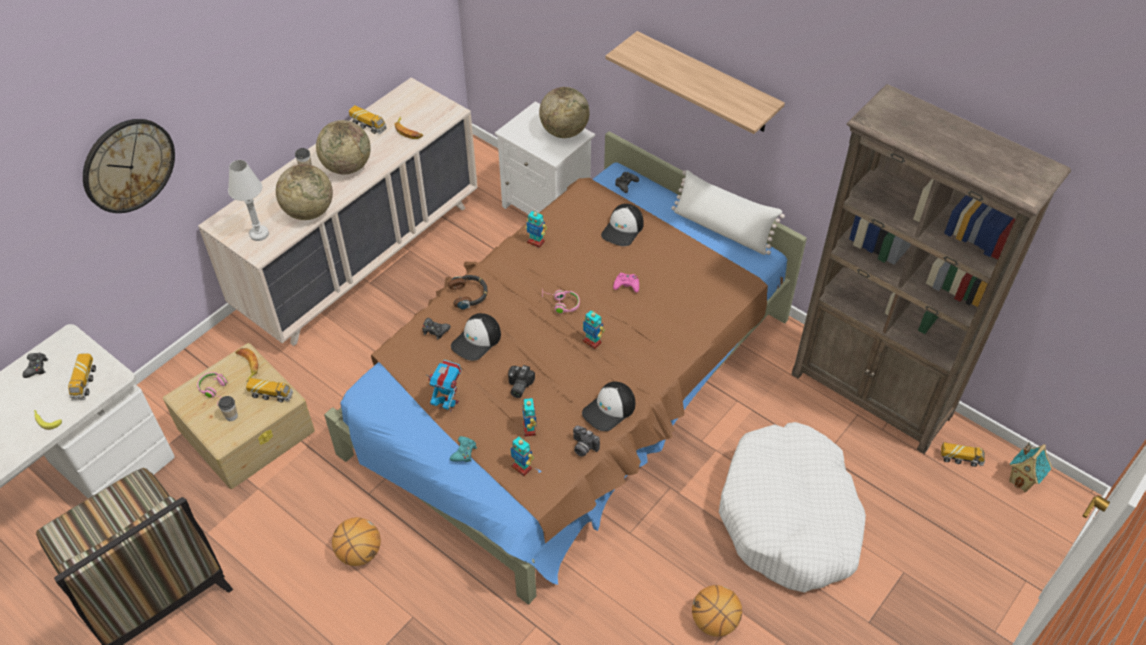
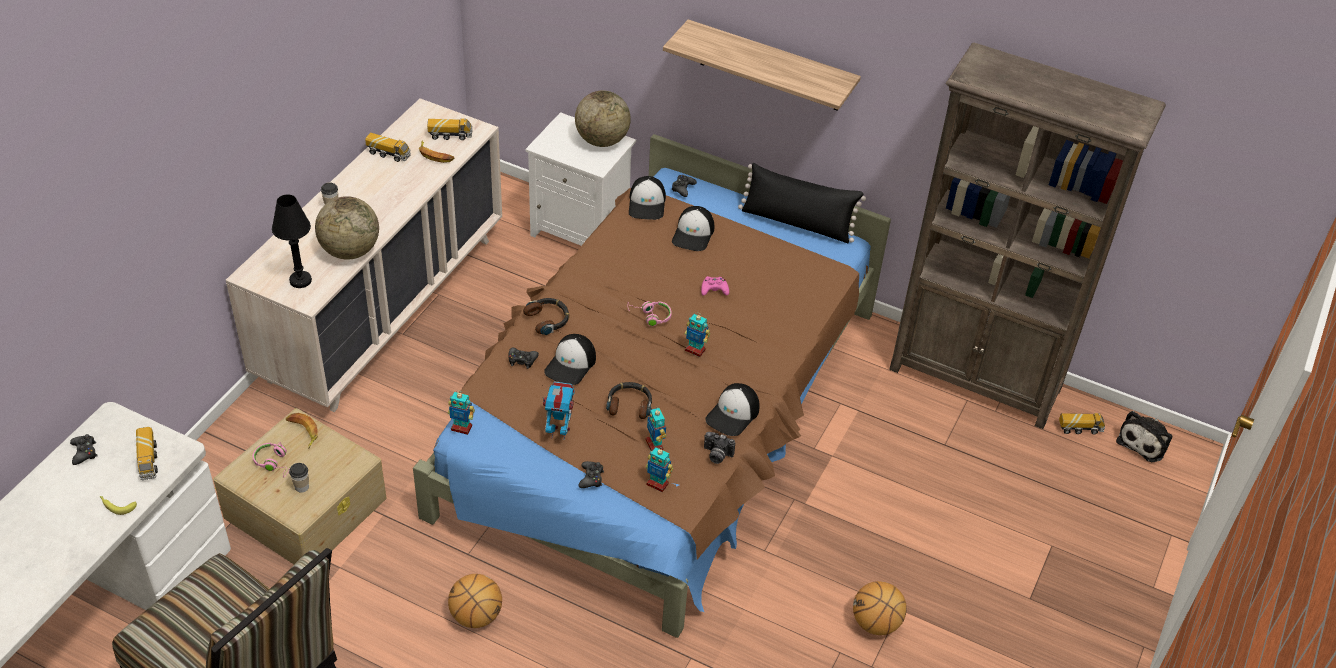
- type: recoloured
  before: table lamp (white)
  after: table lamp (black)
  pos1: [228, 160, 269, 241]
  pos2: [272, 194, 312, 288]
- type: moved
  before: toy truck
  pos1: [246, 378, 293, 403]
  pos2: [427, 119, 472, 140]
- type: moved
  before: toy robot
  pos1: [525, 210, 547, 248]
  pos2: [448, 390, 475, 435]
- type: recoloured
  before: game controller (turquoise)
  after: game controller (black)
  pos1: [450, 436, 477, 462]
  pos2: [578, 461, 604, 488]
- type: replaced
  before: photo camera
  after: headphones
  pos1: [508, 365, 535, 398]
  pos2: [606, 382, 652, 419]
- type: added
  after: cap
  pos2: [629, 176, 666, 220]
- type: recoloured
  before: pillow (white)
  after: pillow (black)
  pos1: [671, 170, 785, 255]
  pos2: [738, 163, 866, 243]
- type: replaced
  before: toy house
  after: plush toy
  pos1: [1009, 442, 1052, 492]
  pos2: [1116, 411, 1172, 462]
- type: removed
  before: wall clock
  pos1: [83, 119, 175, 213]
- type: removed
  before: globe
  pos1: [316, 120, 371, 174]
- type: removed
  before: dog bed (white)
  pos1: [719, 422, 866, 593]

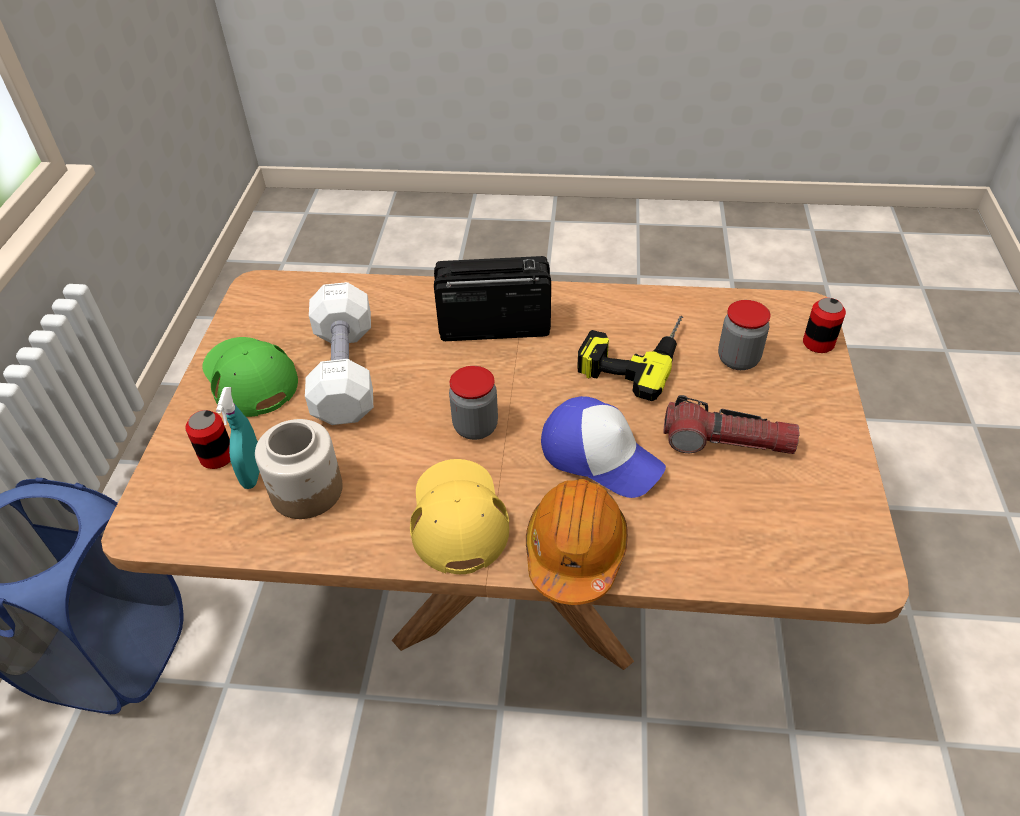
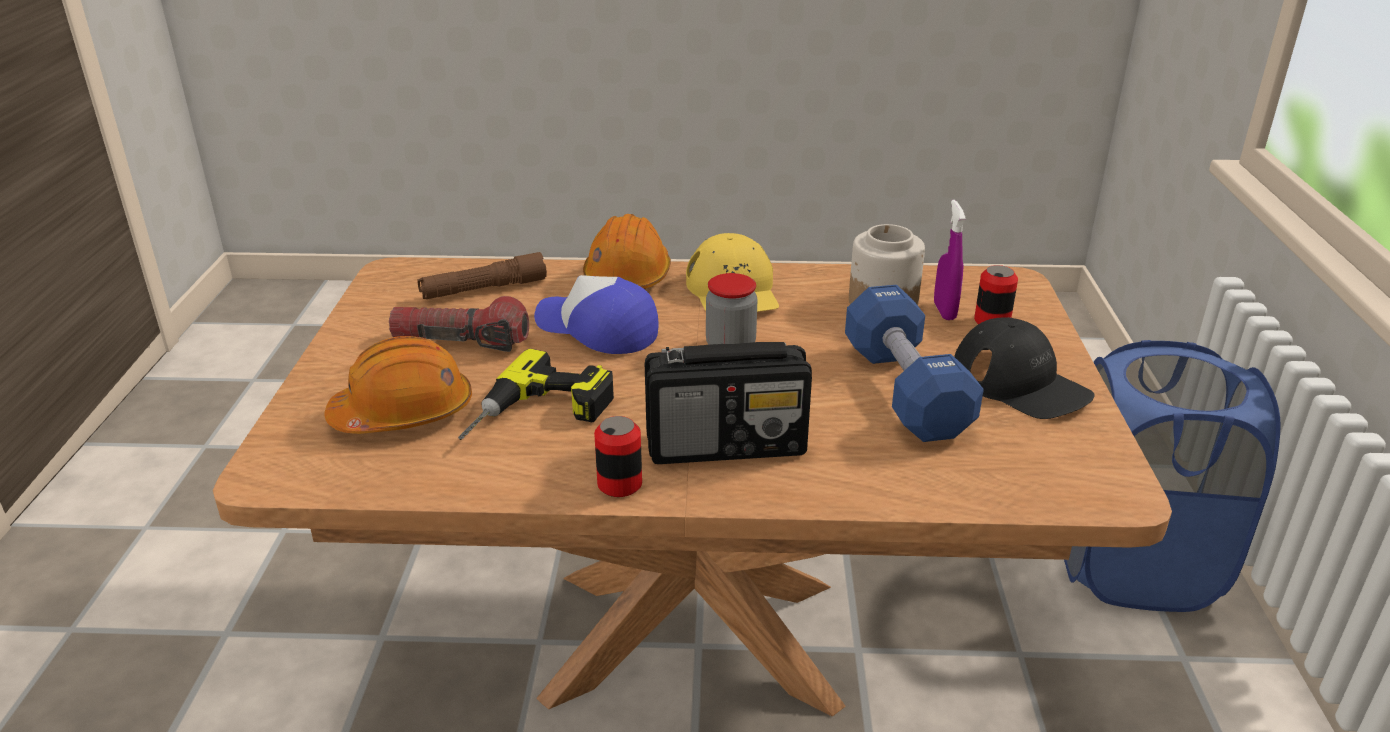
- type: replaced
  before: jar
  after: hard hat (orange)
  pos1: [718, 300, 771, 370]
  pos2: [324, 336, 472, 434]
- type: added
  after: flashlight (brown)
  pos2: [417, 252, 547, 299]
- type: moved
  before: can
  pos1: [803, 298, 846, 353]
  pos2: [594, 416, 642, 497]
- type: recoloured
  before: dumbbell (white)
  after: dumbbell (blue)
  pos1: [305, 282, 373, 425]
  pos2: [845, 285, 984, 442]
- type: recoloured
  before: spray bottle (turquoise)
  after: spray bottle (purple)
  pos1: [216, 387, 260, 489]
  pos2: [934, 200, 966, 320]
- type: recoloured
  before: cap (green)
  after: cap (black)
  pos1: [202, 337, 298, 417]
  pos2: [954, 317, 1095, 419]

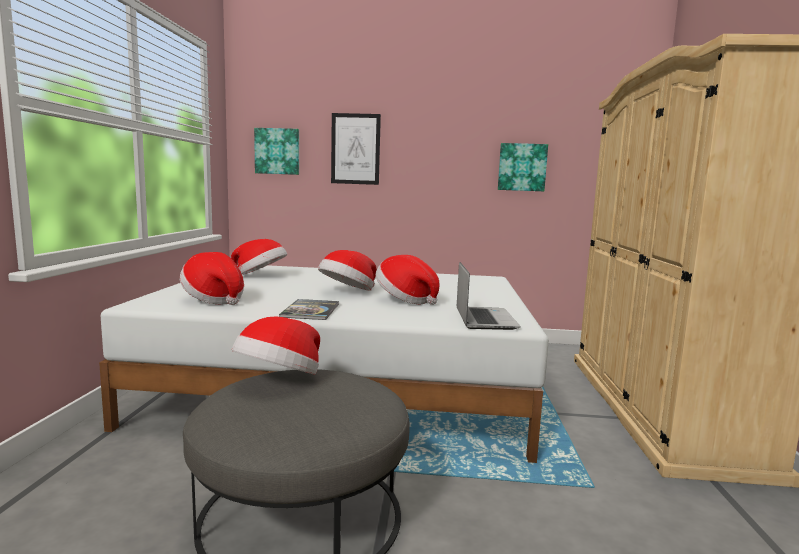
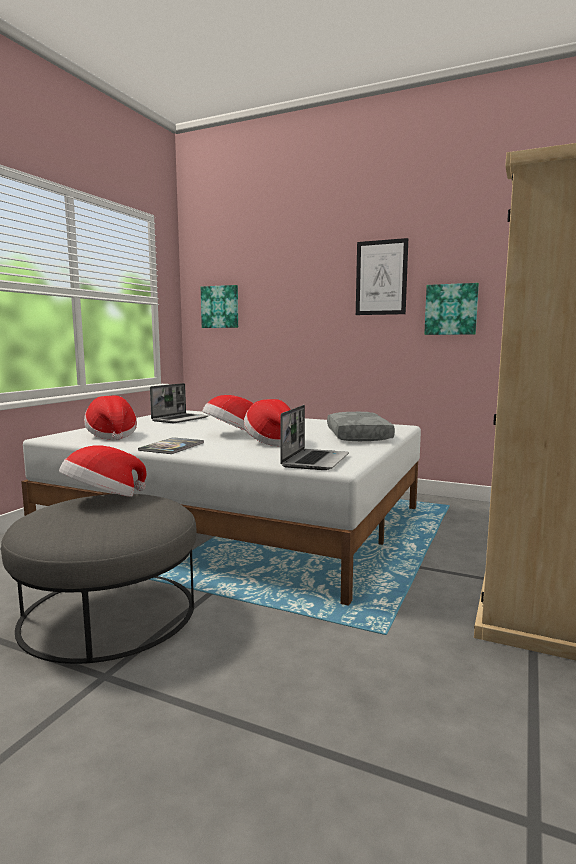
- type: replaced
  before: hat
  after: laptop
  pos1: [231, 239, 287, 275]
  pos2: [150, 383, 209, 423]
- type: added
  after: pillow (grey)
  pos2: [327, 412, 395, 441]
- type: moved
  before: picture
  pos1: [331, 113, 381, 185]
  pos2: [356, 238, 408, 315]

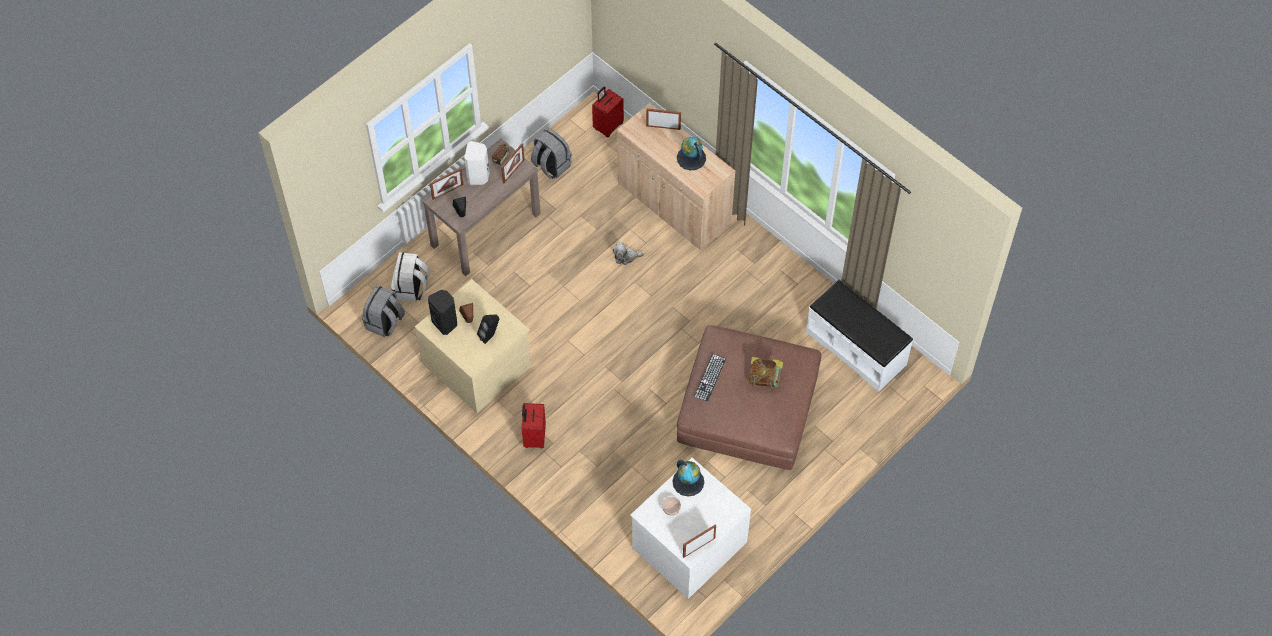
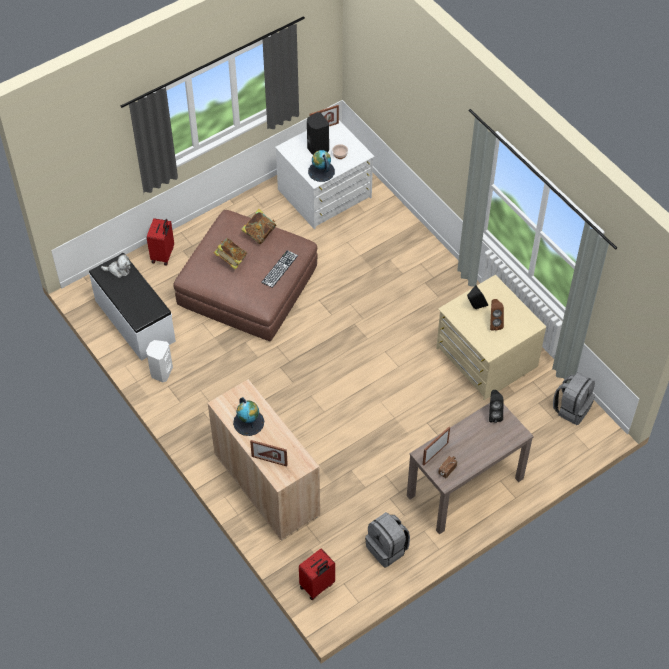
- type: moved
  before: plush toy
  pos1: [613, 242, 645, 265]
  pos2: [101, 254, 131, 278]
- type: moved
  before: speaker (white)
  pos1: [464, 141, 489, 185]
  pos2: [146, 340, 173, 382]
- type: moved
  before: suitcase (red)
  pos1: [522, 403, 546, 448]
  pos2: [147, 218, 174, 266]
- type: added
  after: book
  pos2: [241, 209, 276, 244]
- type: moved
  before: speaker (black)
  pos1: [428, 290, 457, 335]
  pos2: [307, 112, 329, 154]
- type: removed
  before: backpack (white)
  pos1: [391, 253, 430, 302]
- type: removed
  before: picture frame
  pos1: [430, 168, 463, 200]

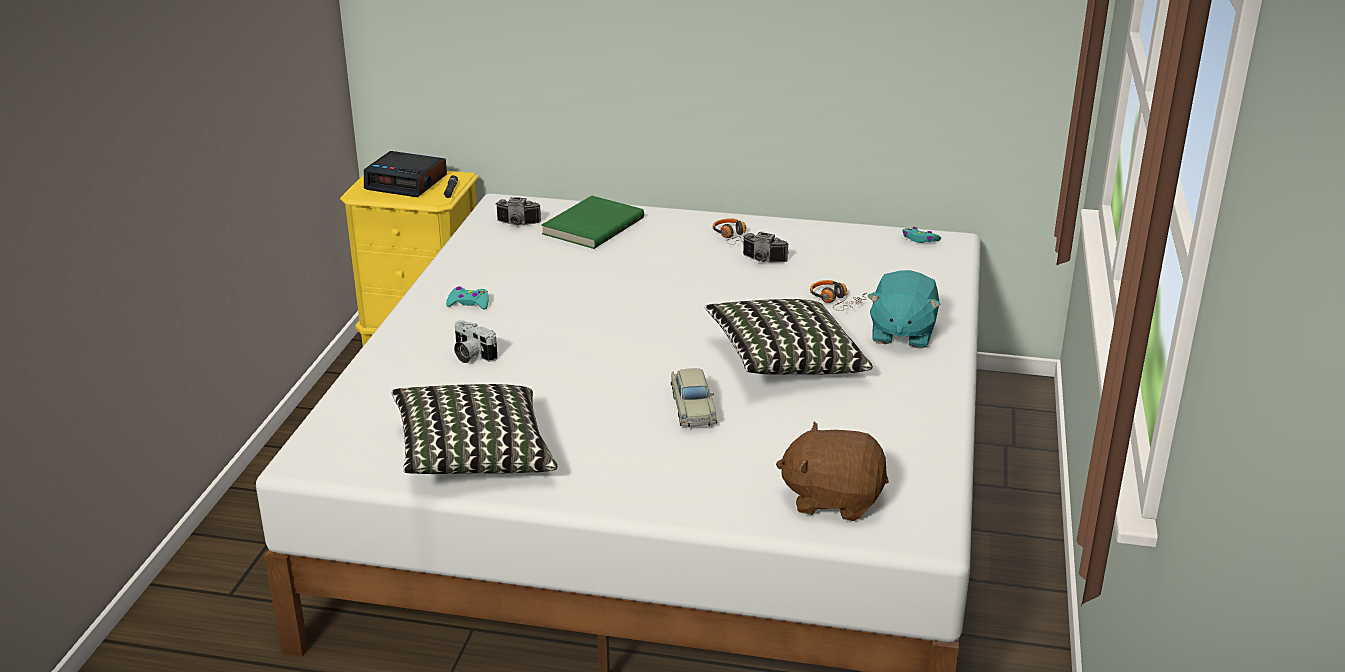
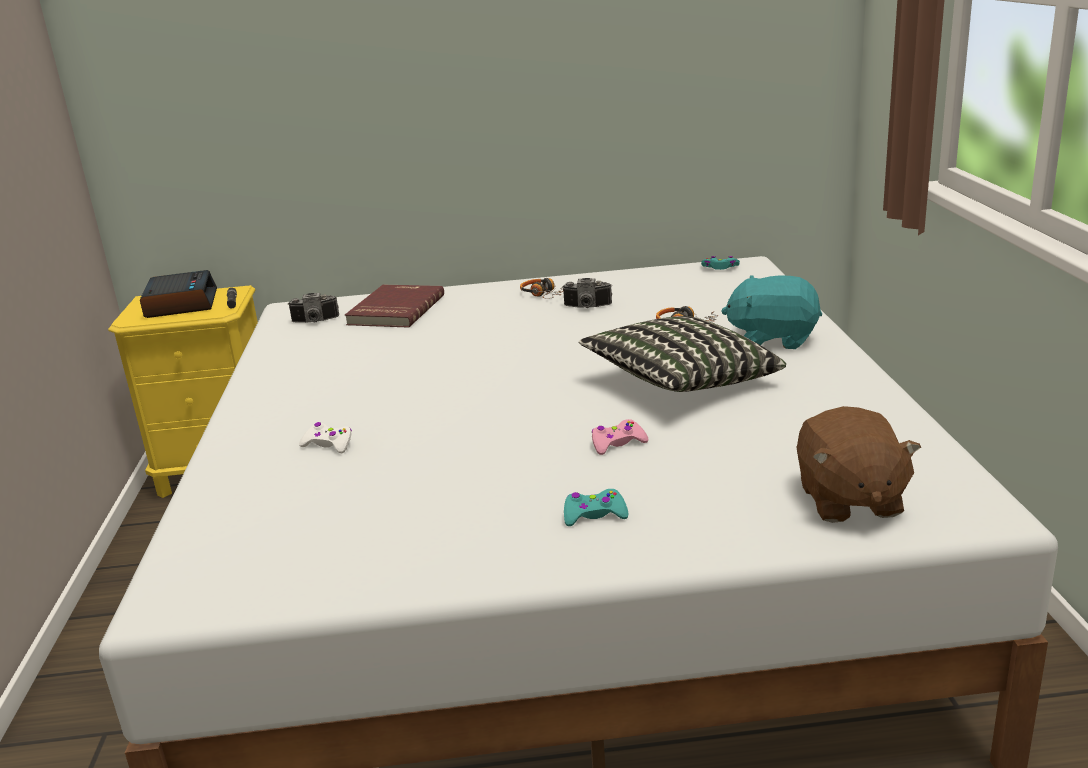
- type: turned
  before: alarm clock
  pos1: [364, 151, 447, 197]
  pos2: [140, 270, 217, 318]
  turn: -105
- type: replaced
  before: photo camera
  after: game controller (white)
  pos1: [454, 320, 498, 363]
  pos2: [299, 422, 352, 453]
- type: recoloured
  before: book (green)
  after: book (red)
  pos1: [542, 196, 644, 249]
  pos2: [345, 285, 444, 328]
- type: moved
  before: game controller (turquoise)
  pos1: [446, 286, 489, 309]
  pos2: [564, 489, 629, 526]
- type: replaced
  before: toy car (beige)
  after: game controller (pink)
  pos1: [671, 368, 717, 427]
  pos2: [592, 419, 649, 455]
- type: turned
  before: plush toy (turquoise)
  pos1: [867, 270, 941, 349]
  pos2: [722, 275, 822, 349]
  turn: 105
- type: turned
  before: plush toy (brown)
  pos1: [776, 421, 889, 521]
  pos2: [796, 406, 921, 523]
  turn: -90
- type: removed
  before: pillow
  pos1: [391, 384, 557, 474]

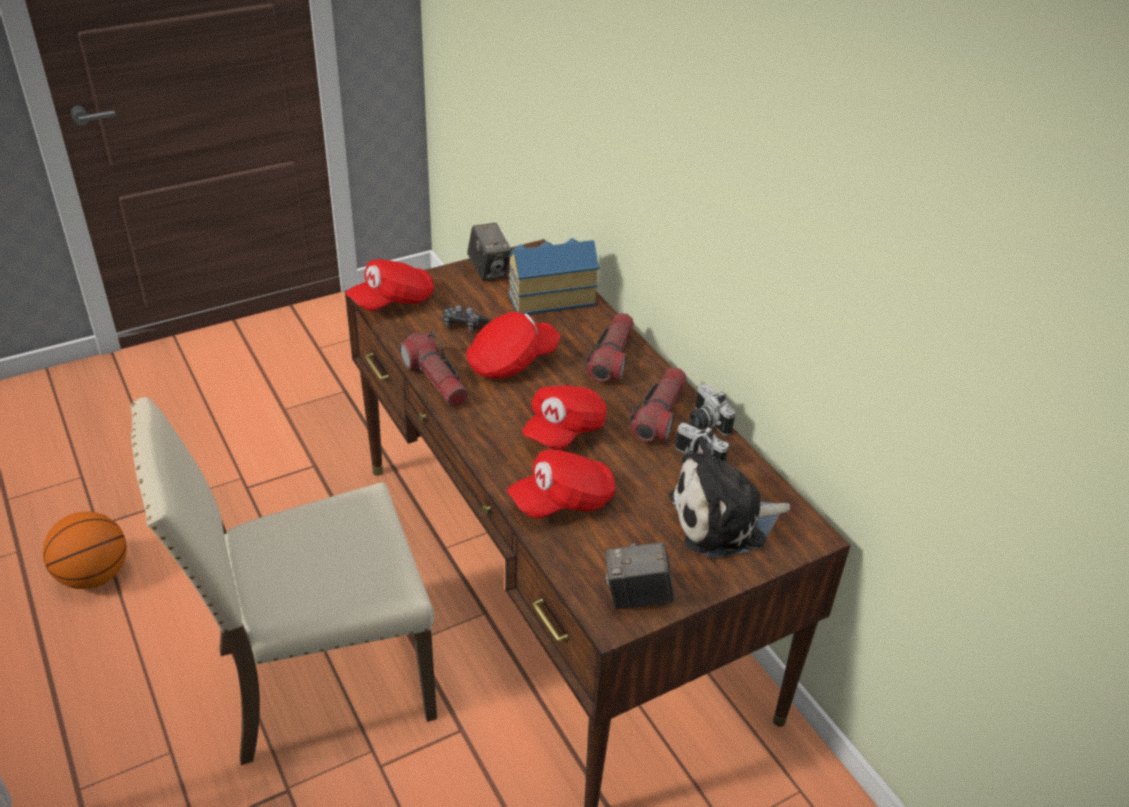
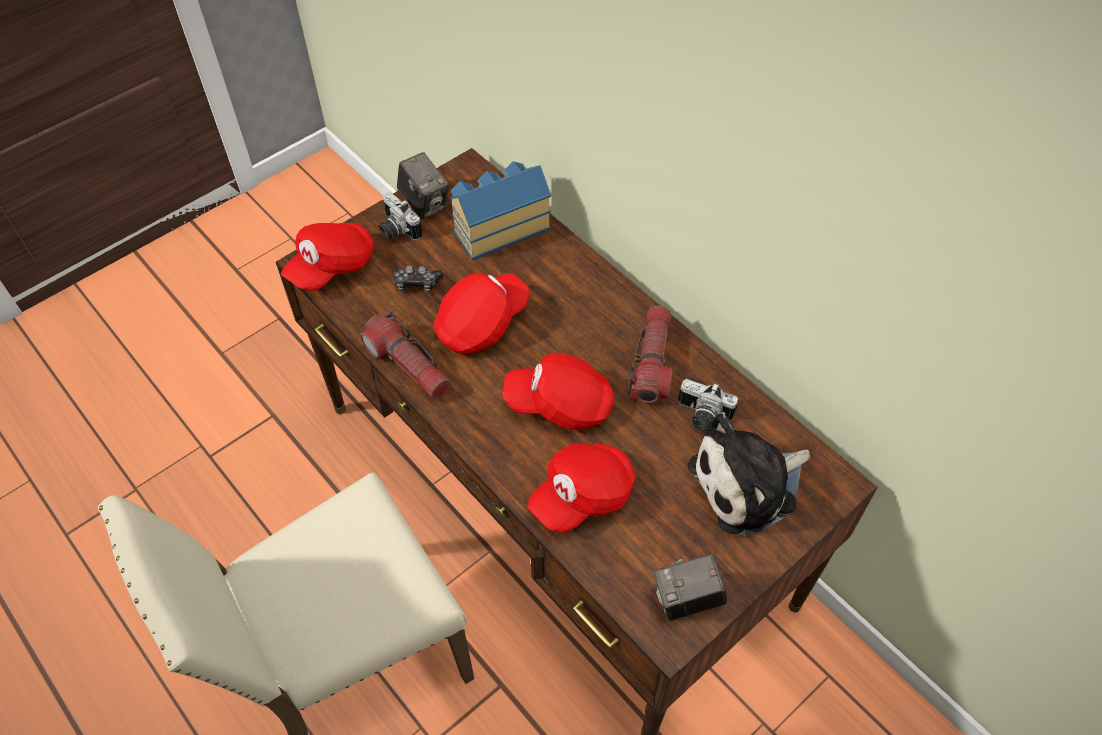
- type: moved
  before: photo camera
  pos1: [689, 384, 736, 436]
  pos2: [379, 193, 422, 240]
- type: turned
  before: cap (red)
  pos1: [522, 385, 606, 450]
  pos2: [502, 353, 614, 430]
  turn: 75
- type: removed
  before: basketball
  pos1: [43, 511, 127, 589]
- type: removed
  before: flashlight
  pos1: [585, 313, 634, 382]

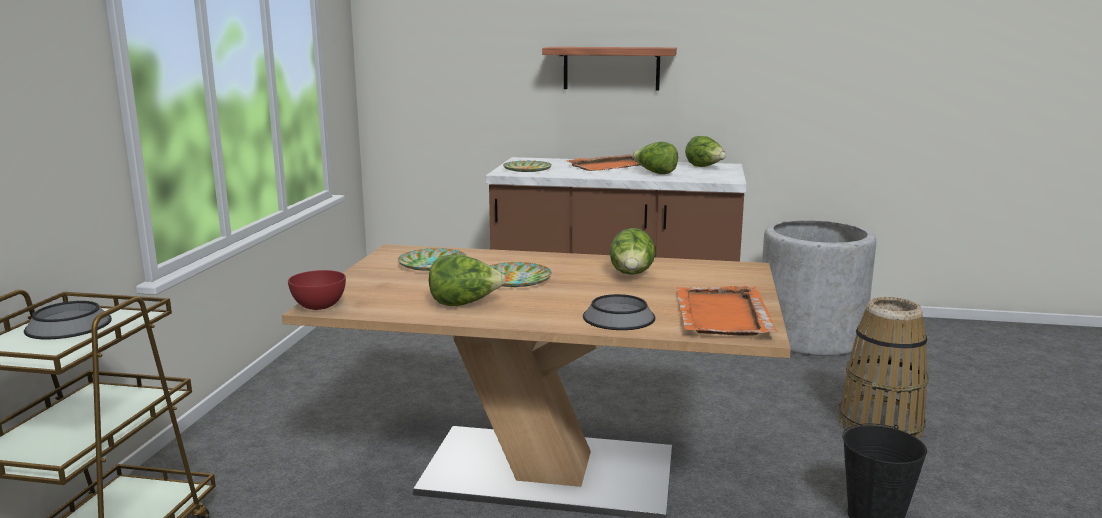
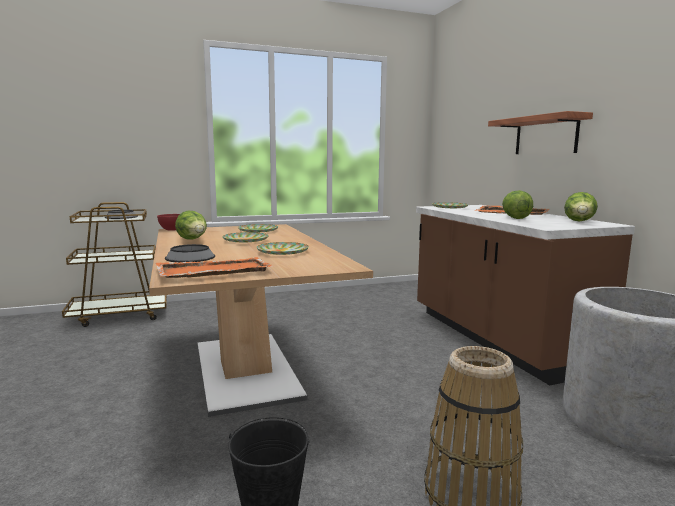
- type: replaced
  before: lettuce
  after: plate
  pos1: [609, 228, 655, 275]
  pos2: [257, 242, 309, 255]

